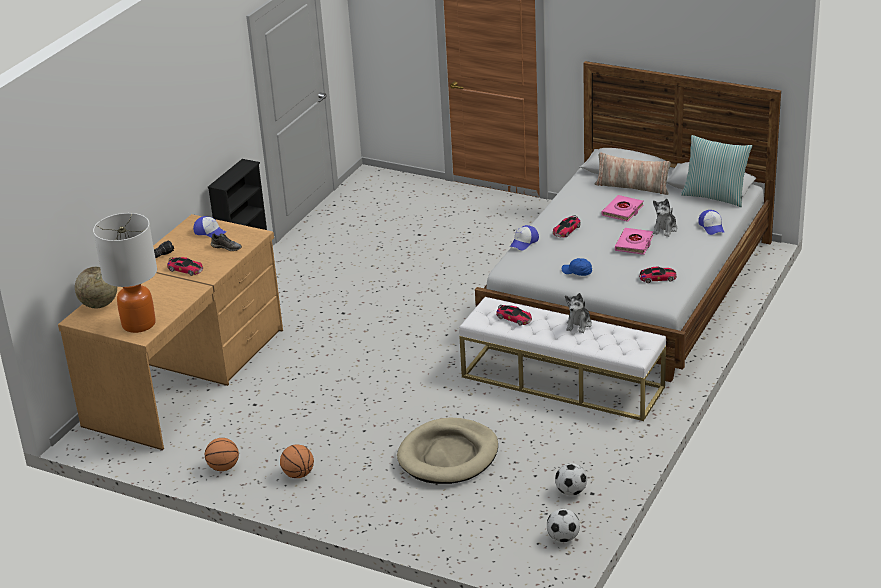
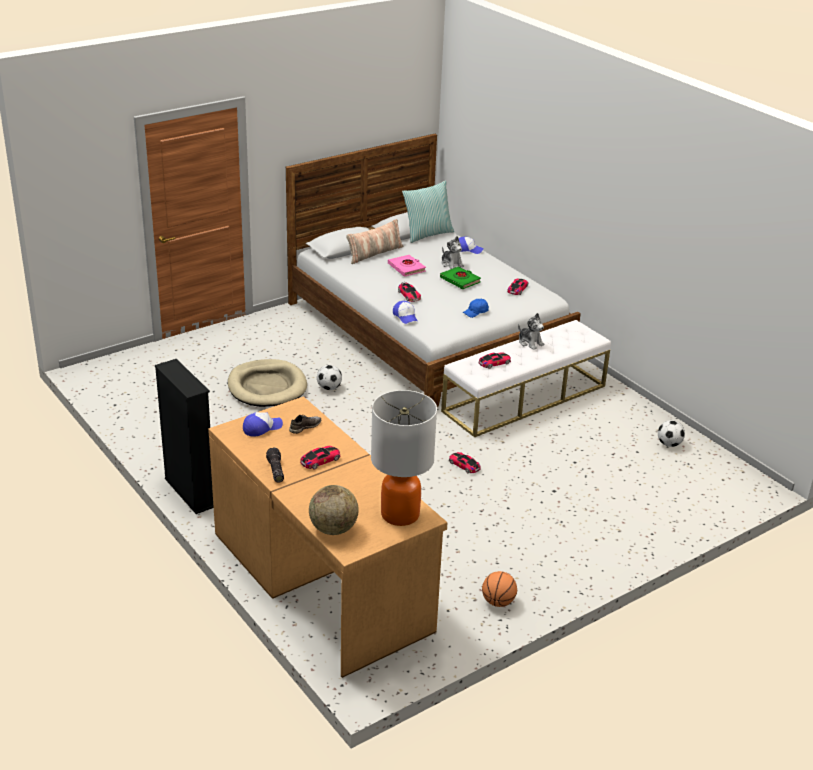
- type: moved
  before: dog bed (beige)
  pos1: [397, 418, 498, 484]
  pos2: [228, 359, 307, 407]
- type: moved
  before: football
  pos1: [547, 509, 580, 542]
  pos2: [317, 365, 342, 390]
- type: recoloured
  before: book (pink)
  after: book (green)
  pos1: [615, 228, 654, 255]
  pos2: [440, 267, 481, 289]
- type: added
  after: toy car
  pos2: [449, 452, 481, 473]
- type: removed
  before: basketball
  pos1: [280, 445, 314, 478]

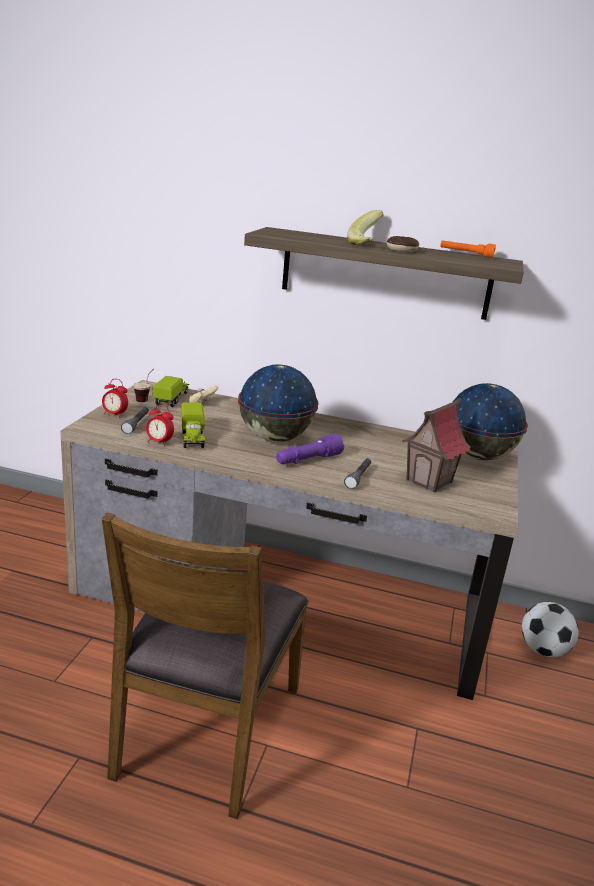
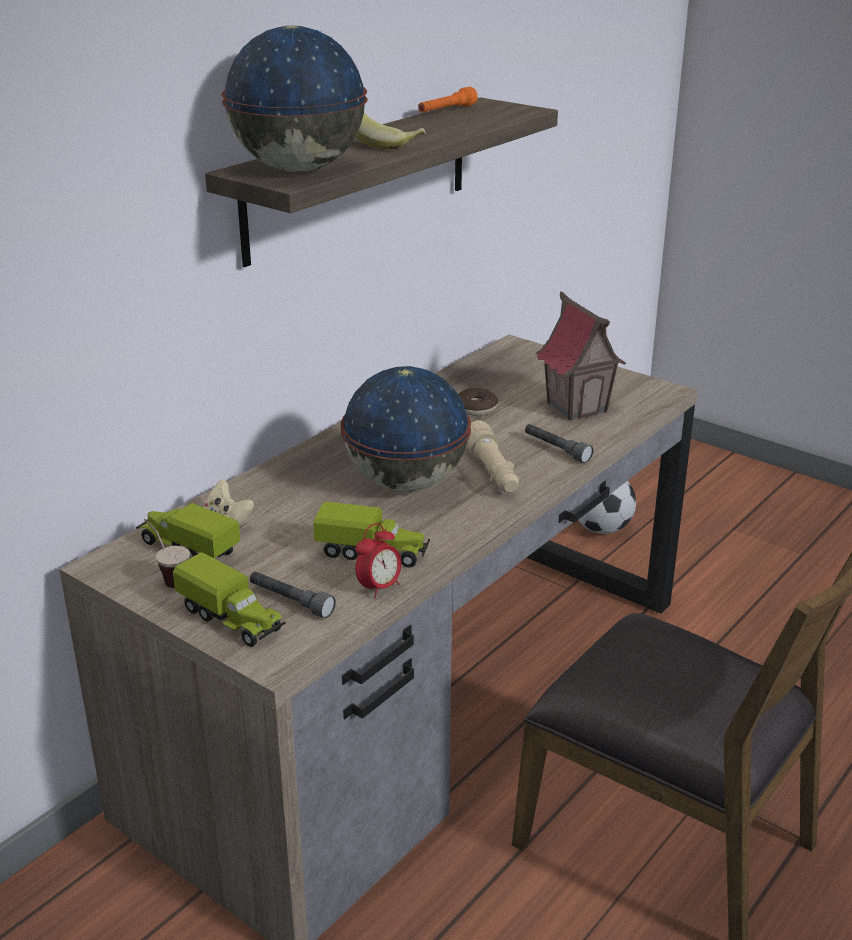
- type: replaced
  before: alarm clock
  after: toy truck
  pos1: [102, 379, 128, 418]
  pos2: [173, 552, 286, 647]
- type: moved
  before: globe
  pos1: [453, 383, 528, 460]
  pos2: [222, 26, 368, 172]
- type: moved
  before: donut
  pos1: [387, 236, 419, 252]
  pos2: [458, 388, 498, 416]
- type: recoloured
  before: flashlight (purple)
  after: flashlight (beige)
  pos1: [276, 434, 344, 464]
  pos2: [466, 420, 519, 493]

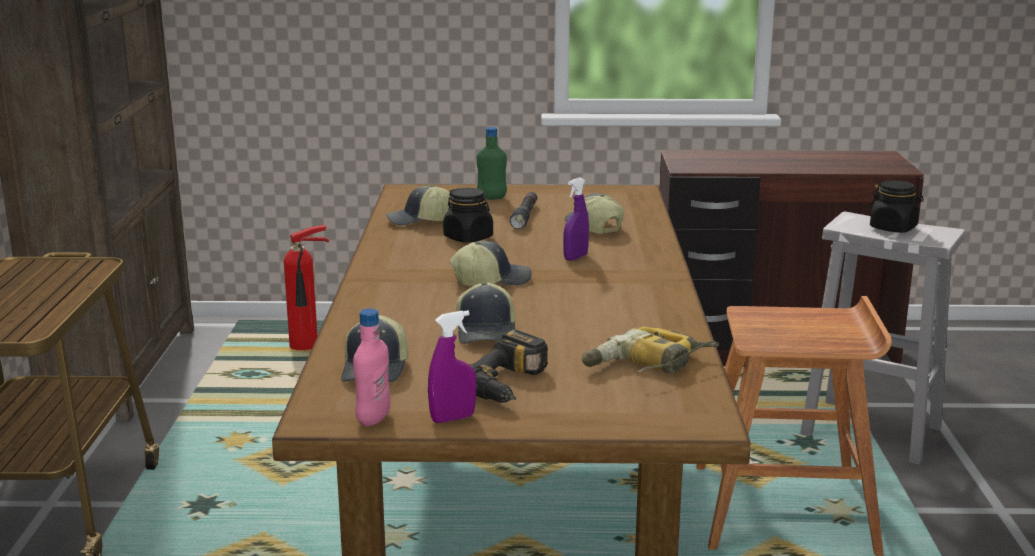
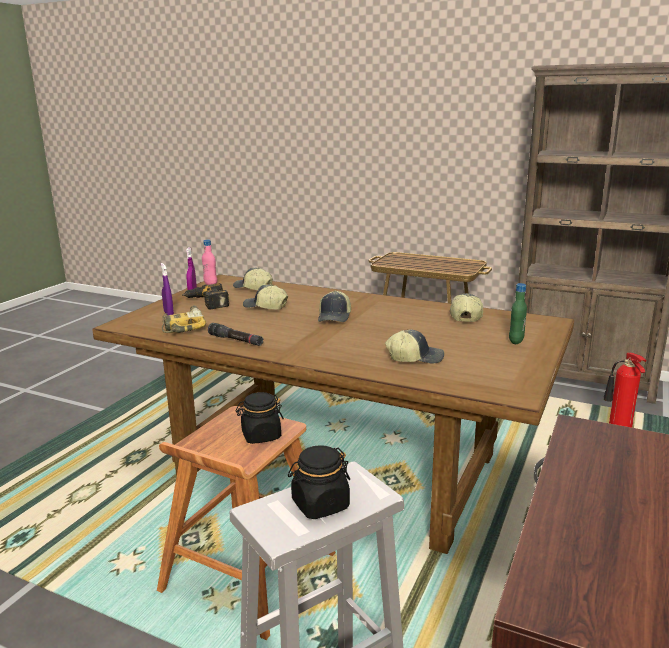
- type: moved
  before: spray bottle (purple)
  pos1: [563, 177, 589, 261]
  pos2: [161, 263, 174, 315]
- type: moved
  before: flashlight (black)
  pos1: [510, 192, 537, 229]
  pos2: [208, 323, 264, 346]
- type: moved
  before: jar (black)
  pos1: [443, 188, 493, 243]
  pos2: [236, 392, 284, 444]

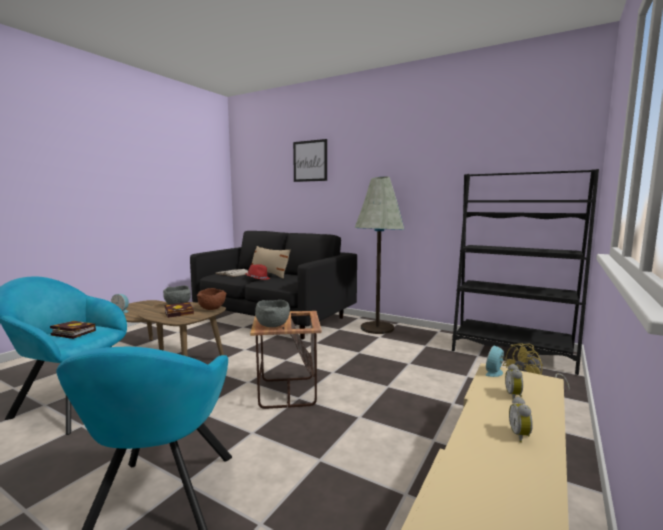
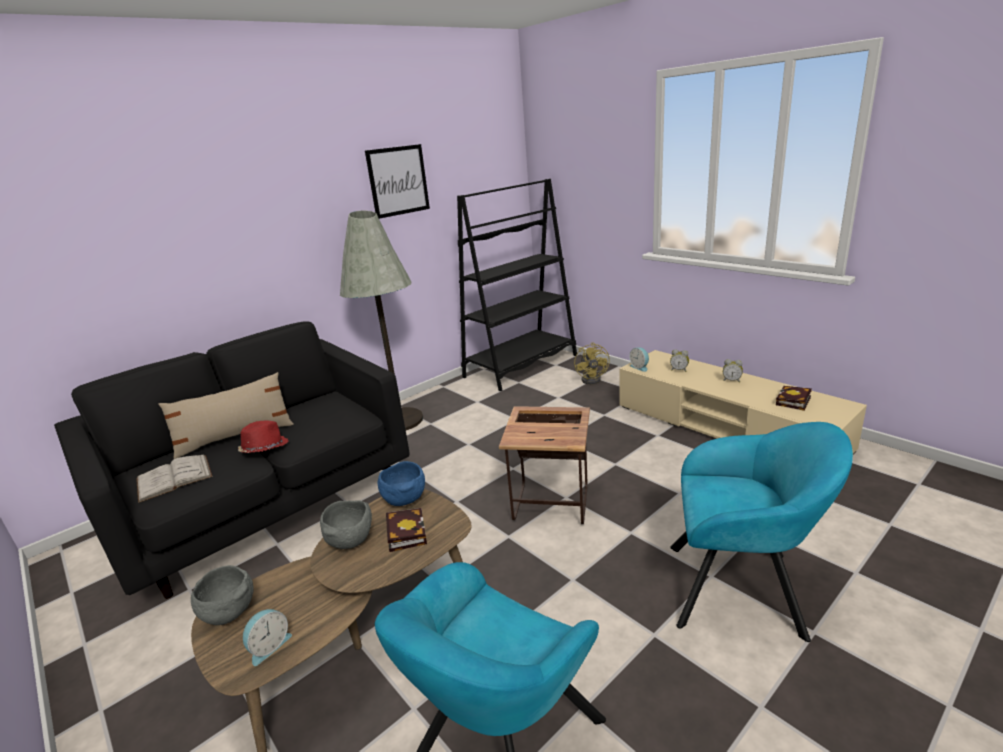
- type: moved
  before: bowl (grey)
  pos1: [255, 300, 290, 327]
  pos2: [191, 565, 254, 625]
- type: moved
  before: picture
  pos1: [293, 139, 327, 182]
  pos2: [365, 144, 430, 219]
- type: recoloured
  before: bowl (brown)
  after: bowl (blue)
  pos1: [197, 288, 227, 310]
  pos2: [378, 461, 425, 506]
- type: moved
  before: book
  pos1: [50, 321, 96, 339]
  pos2: [776, 386, 812, 411]

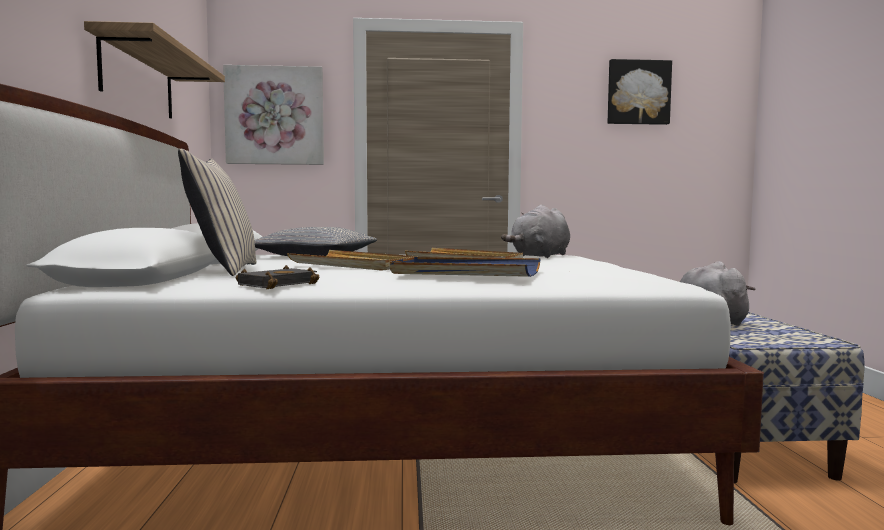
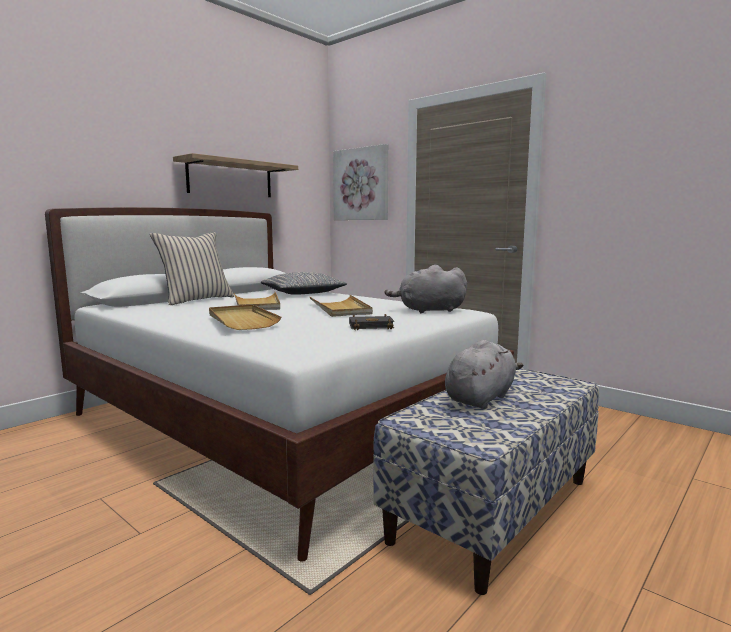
- type: recoloured
  before: tray (blue)
  after: tray (beige)
  pos1: [390, 257, 541, 277]
  pos2: [209, 304, 281, 330]
- type: moved
  before: book (black)
  pos1: [236, 265, 319, 289]
  pos2: [349, 314, 394, 330]
- type: removed
  before: picture
  pos1: [608, 59, 672, 125]

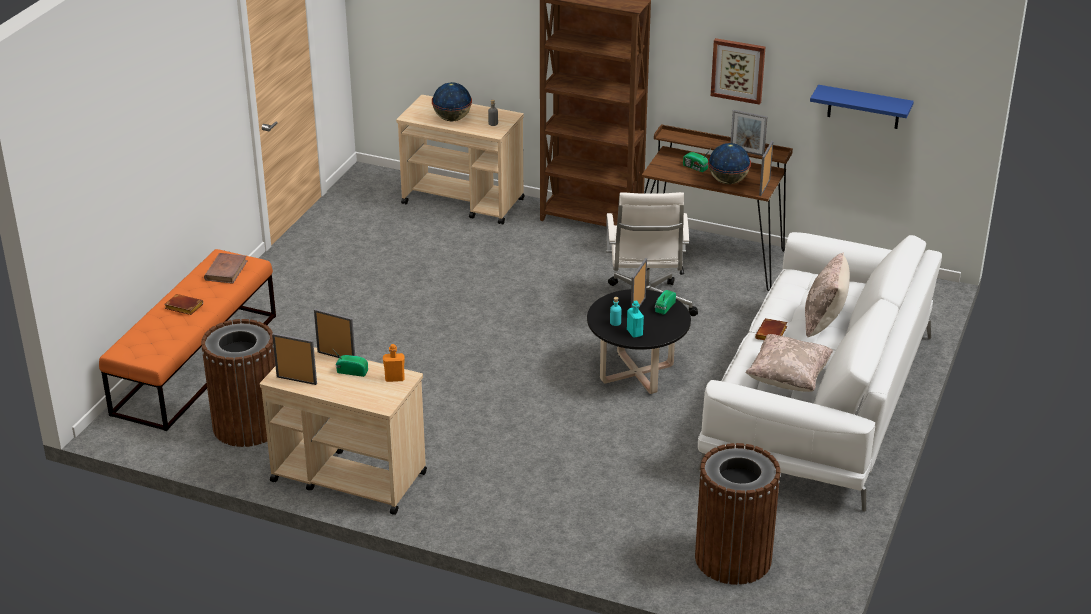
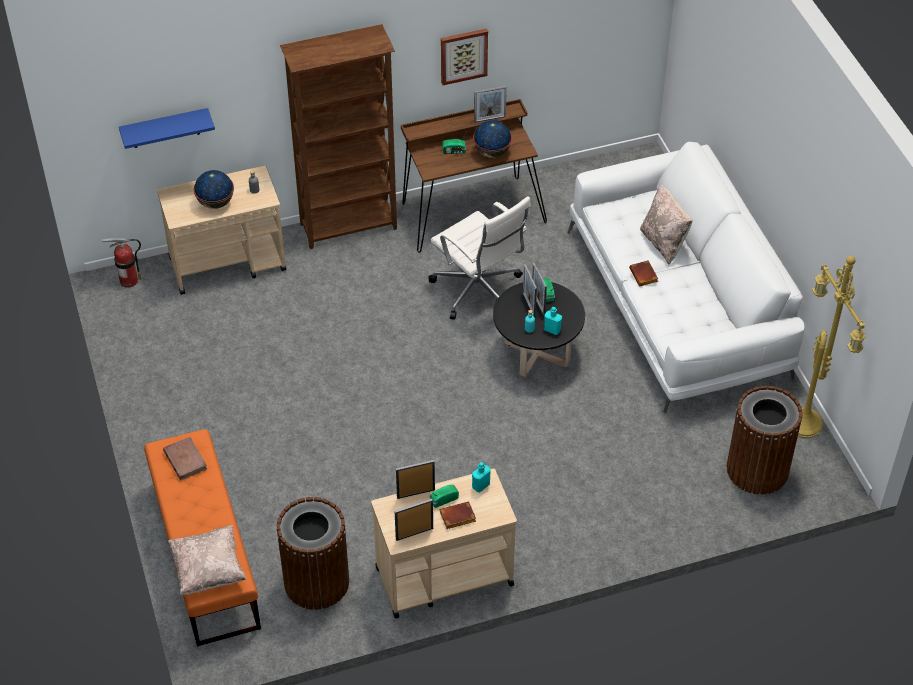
- type: added
  after: fire extinguisher
  pos2: [102, 238, 141, 287]
- type: moved
  before: shelf (blue)
  pos1: [810, 85, 914, 129]
  pos2: [119, 108, 215, 149]
- type: moved
  before: pillow (beige)
  pos1: [746, 334, 833, 392]
  pos2: [168, 526, 246, 595]
- type: moved
  before: book (brown)
  pos1: [164, 294, 203, 315]
  pos2: [440, 501, 476, 529]
- type: recoloured
  before: bottle (orange)
  after: bottle (turquoise)
  pos1: [383, 344, 405, 382]
  pos2: [472, 462, 491, 492]
- type: moved
  before: picture frame
  pos1: [759, 141, 773, 196]
  pos2: [532, 263, 547, 316]
- type: added
  after: floor lamp (yellow)
  pos2: [798, 256, 866, 438]

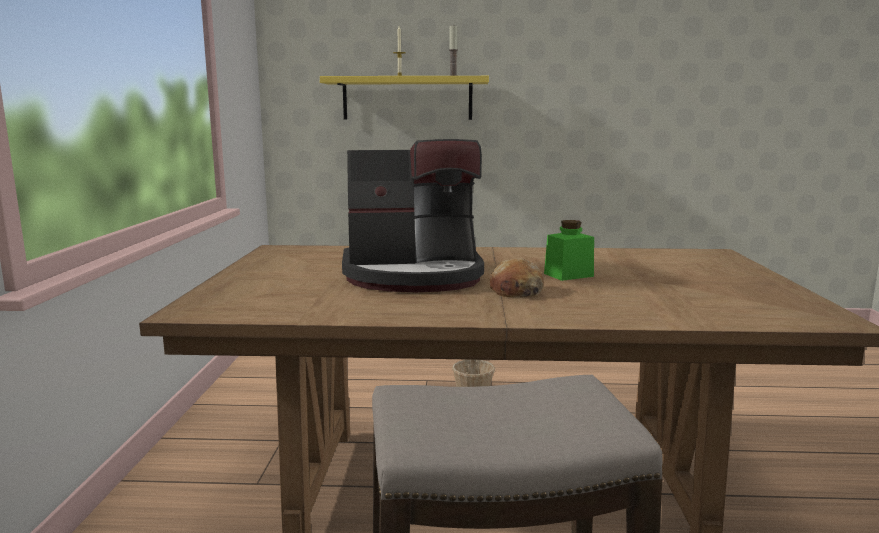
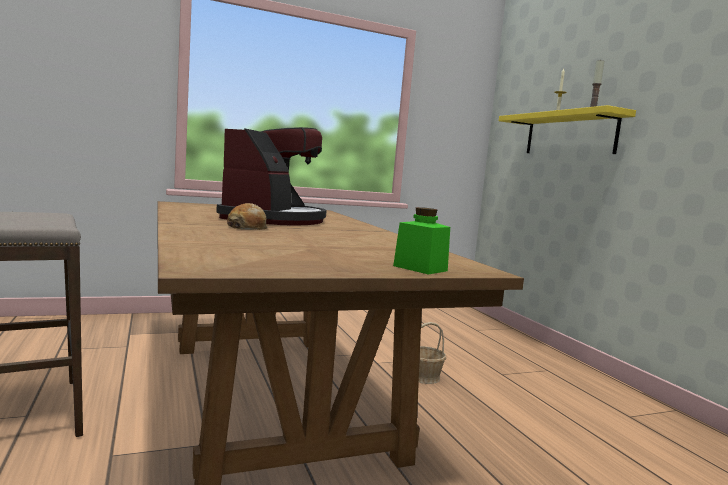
- type: turned
  before: coffee machine
  pos1: [342, 139, 484, 292]
  pos2: [216, 127, 327, 226]
  turn: -135
- type: moved
  before: jar (green)
  pos1: [544, 220, 594, 281]
  pos2: [393, 207, 450, 275]

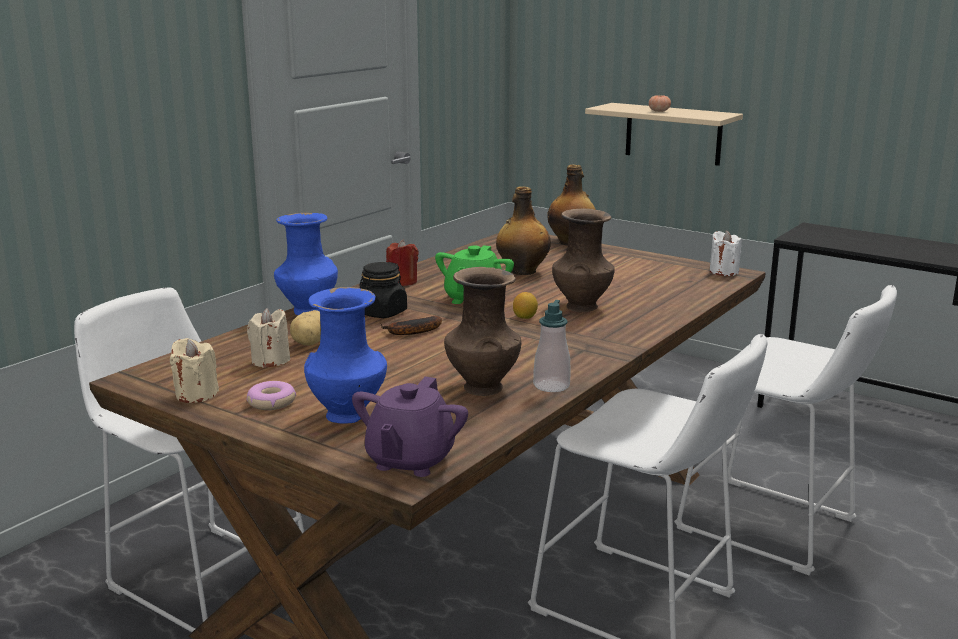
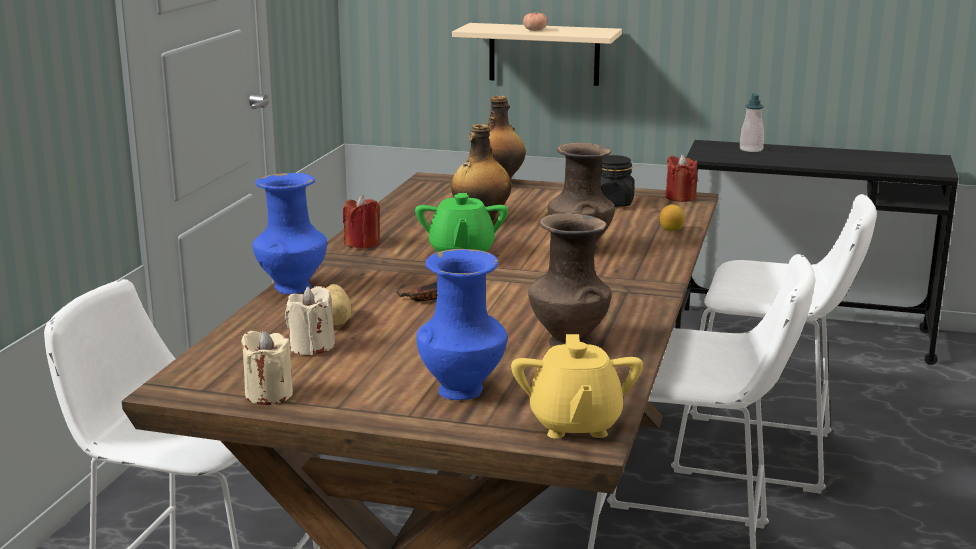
- type: recoloured
  before: teapot (purple)
  after: teapot (yellow)
  pos1: [352, 377, 468, 477]
  pos2: [511, 334, 643, 439]
- type: moved
  before: jar (black)
  pos1: [359, 262, 407, 318]
  pos2: [601, 155, 635, 207]
- type: moved
  before: lemon
  pos1: [513, 292, 538, 319]
  pos2: [660, 205, 685, 231]
- type: recoloured
  before: candle (white)
  after: candle (red)
  pos1: [710, 231, 742, 276]
  pos2: [665, 154, 697, 202]
- type: moved
  before: soap dispenser
  pos1: [533, 300, 571, 392]
  pos2: [740, 93, 764, 152]
- type: removed
  before: donut
  pos1: [247, 381, 296, 410]

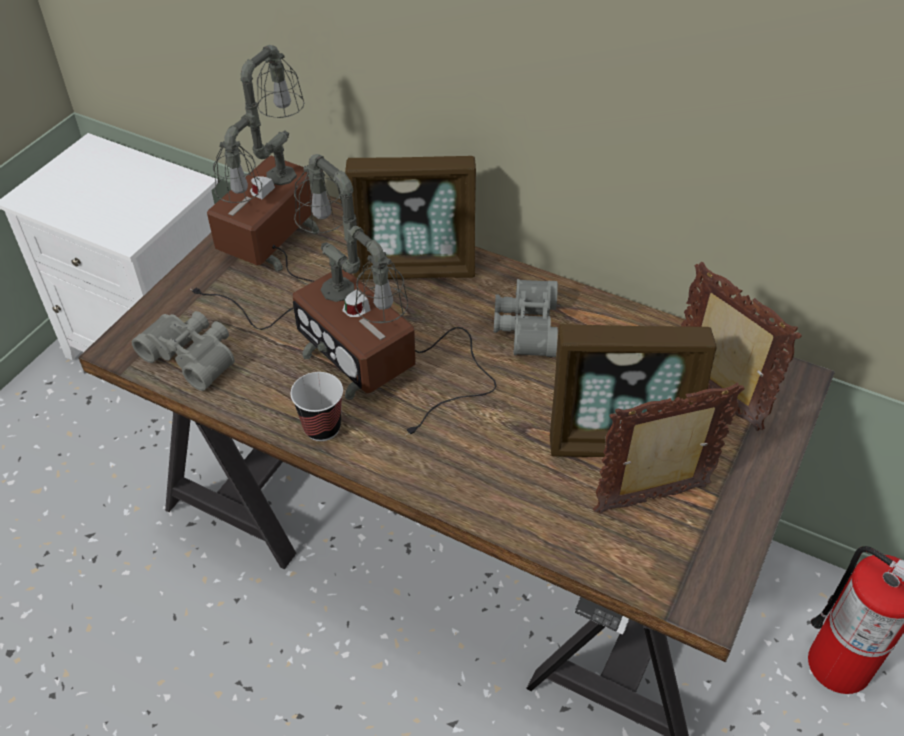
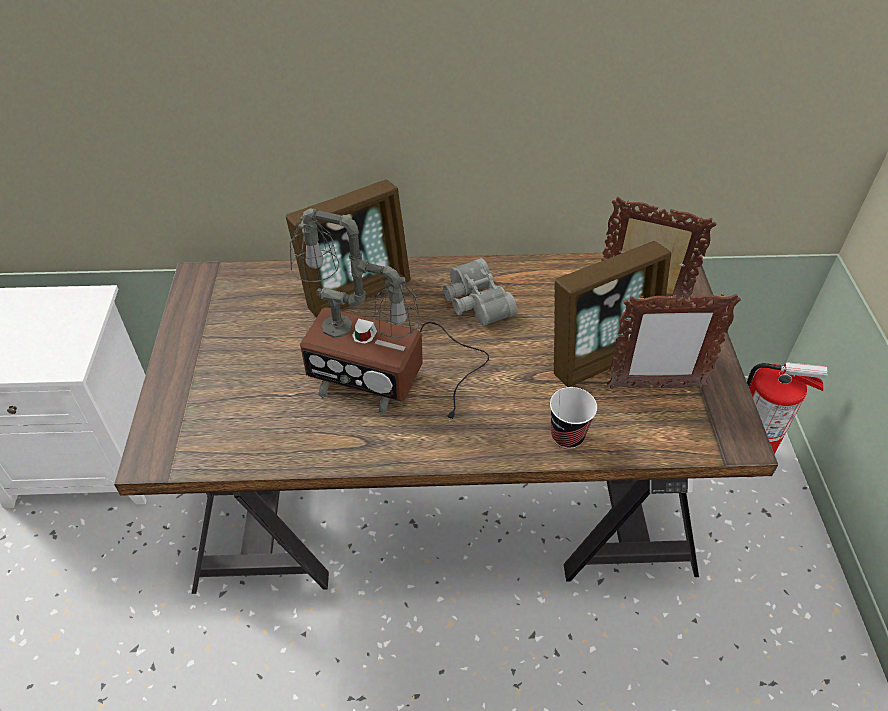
- type: moved
  before: cup
  pos1: [290, 372, 343, 441]
  pos2: [550, 387, 597, 449]
- type: turned
  before: picture frame
  pos1: [593, 382, 745, 514]
  pos2: [607, 292, 741, 389]
  turn: -135
- type: removed
  before: binoculars (grey)
  pos1: [132, 311, 235, 391]
- type: removed
  before: table lamp
  pos1: [191, 45, 319, 330]

